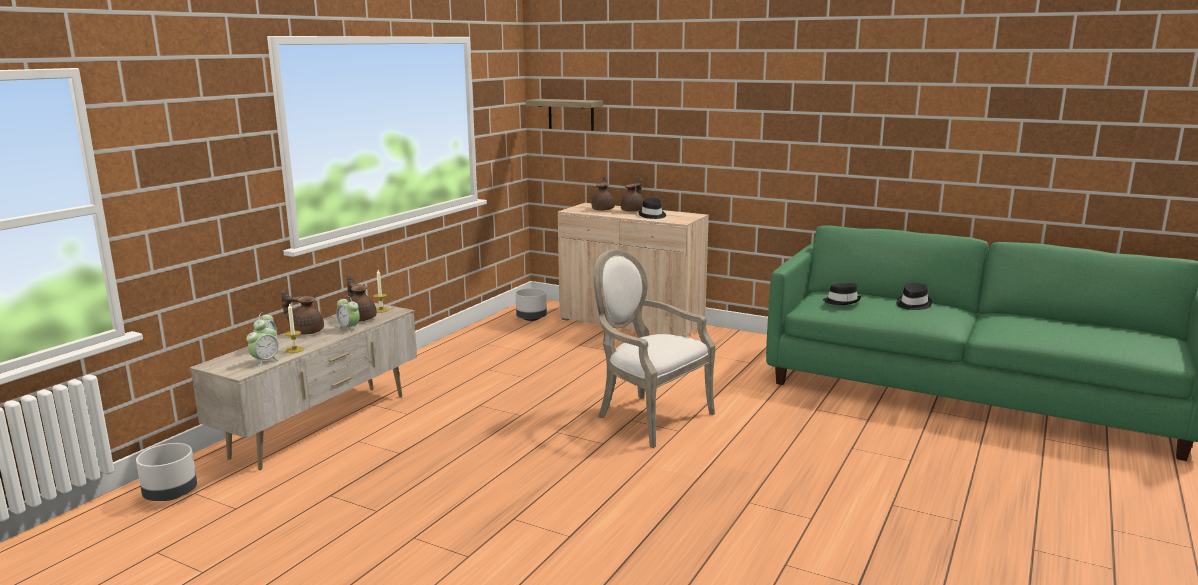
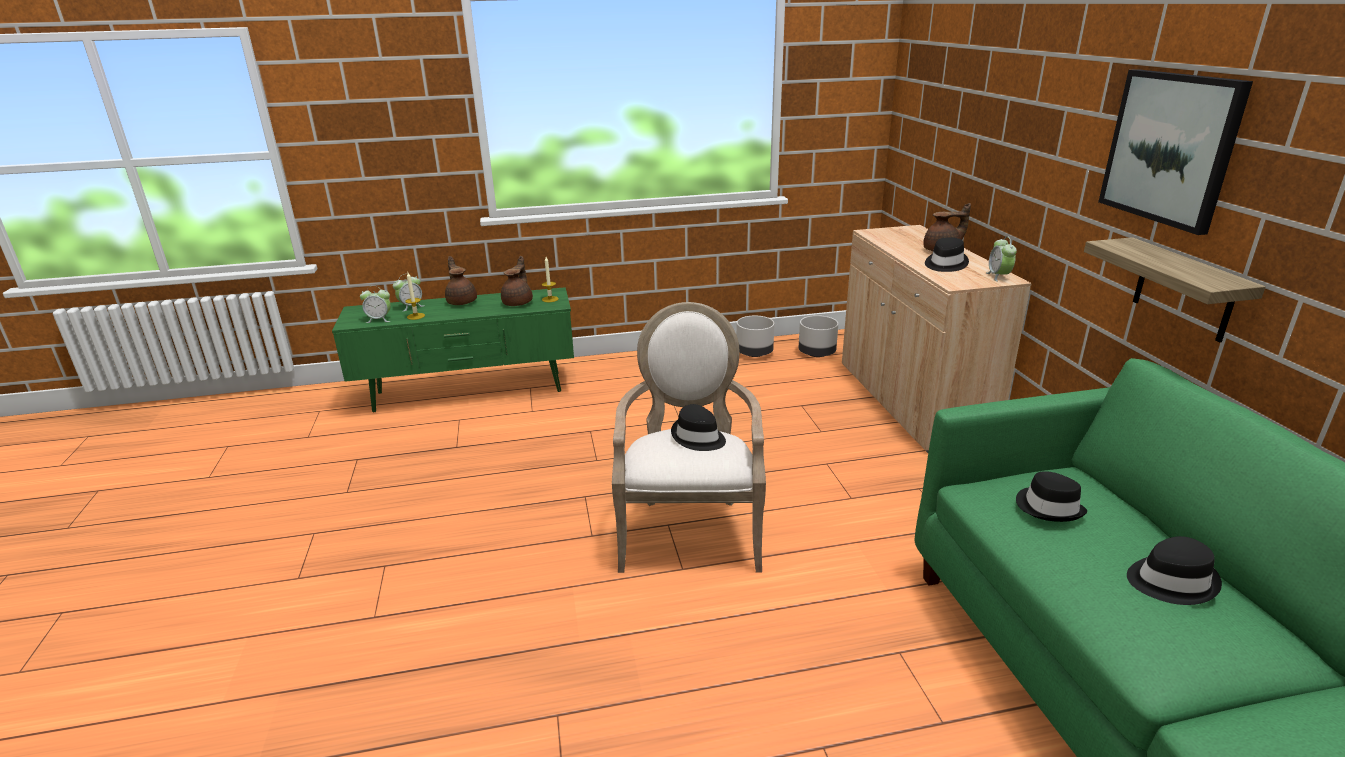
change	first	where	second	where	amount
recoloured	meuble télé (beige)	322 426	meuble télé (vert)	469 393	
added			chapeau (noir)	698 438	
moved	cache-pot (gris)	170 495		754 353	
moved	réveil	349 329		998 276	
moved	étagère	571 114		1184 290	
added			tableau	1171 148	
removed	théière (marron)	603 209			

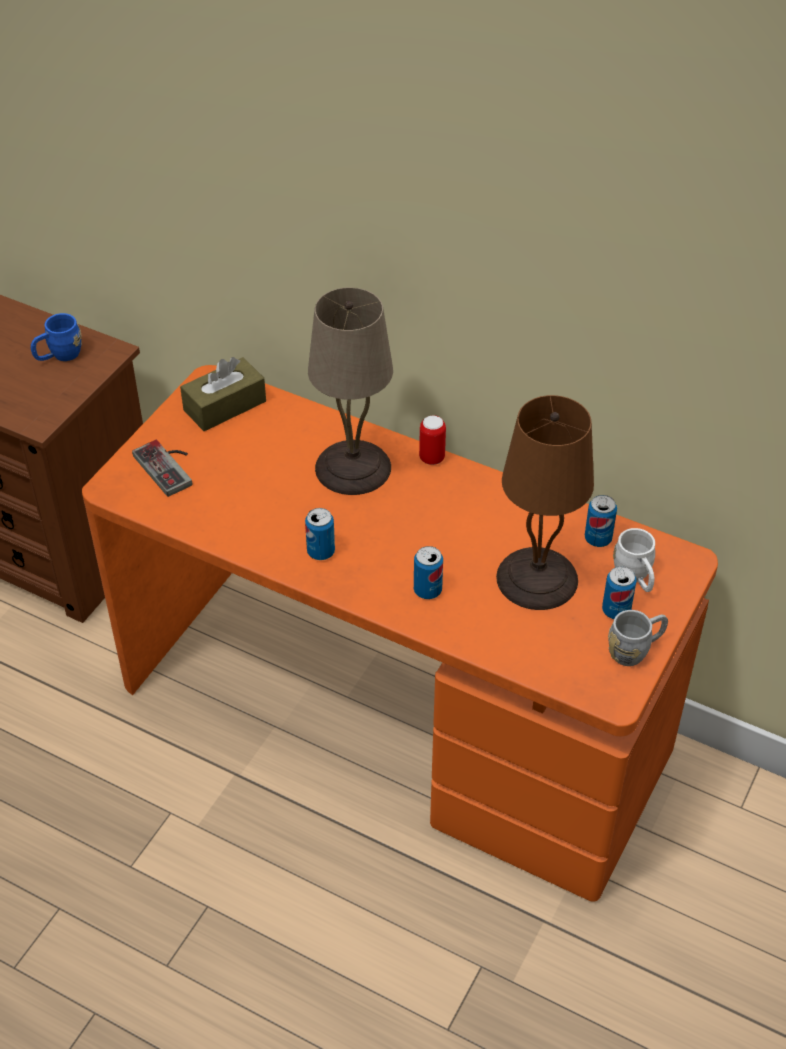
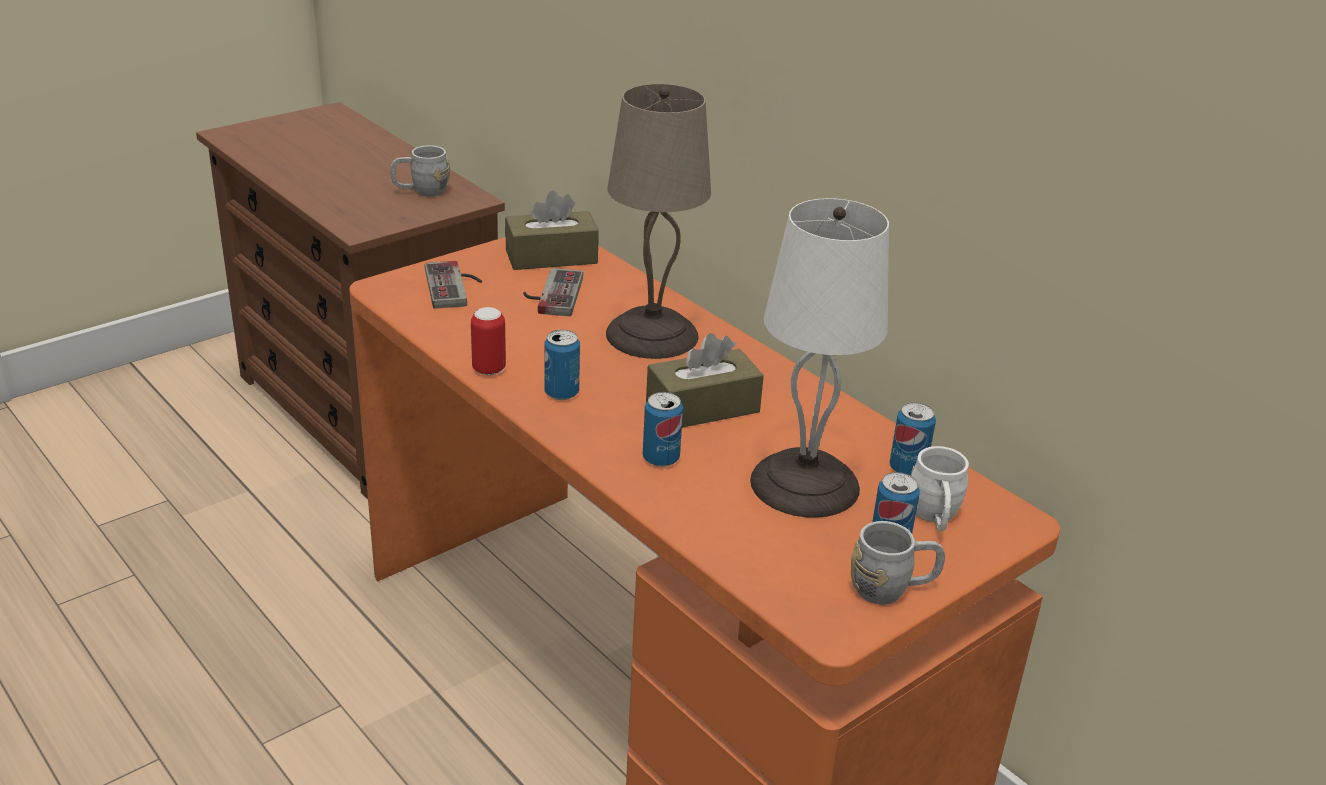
change	first	where	second	where	amount
recoloured	mug (bleu)	59 356	mug (gris)	421 191	
moved	boîte métallique	432 458		489 369	
added			manette	550 294	
added			boîte à mouchoirs (marron)	702 407	
recoloured	lampe de table (marron)	536 577	lampe de table (blanc)	804 482	

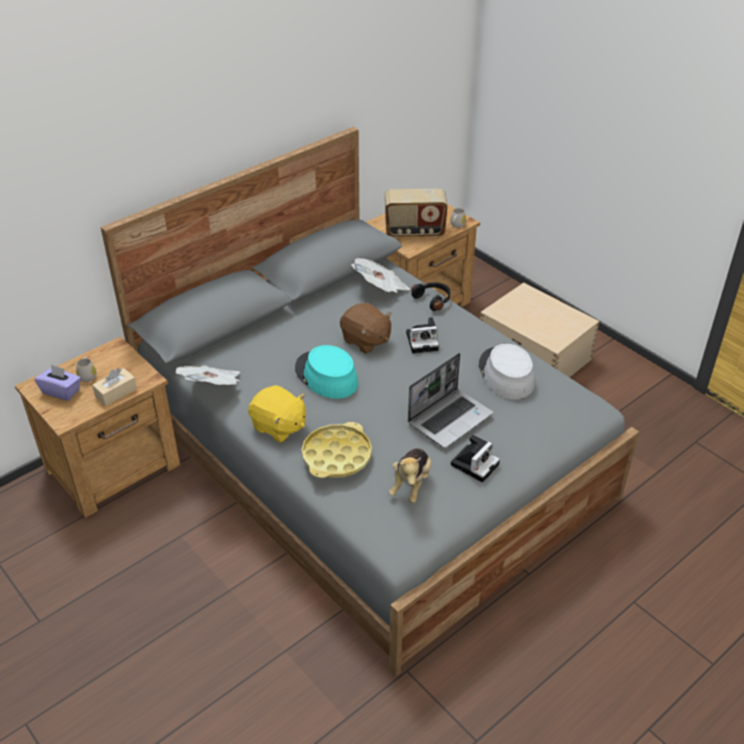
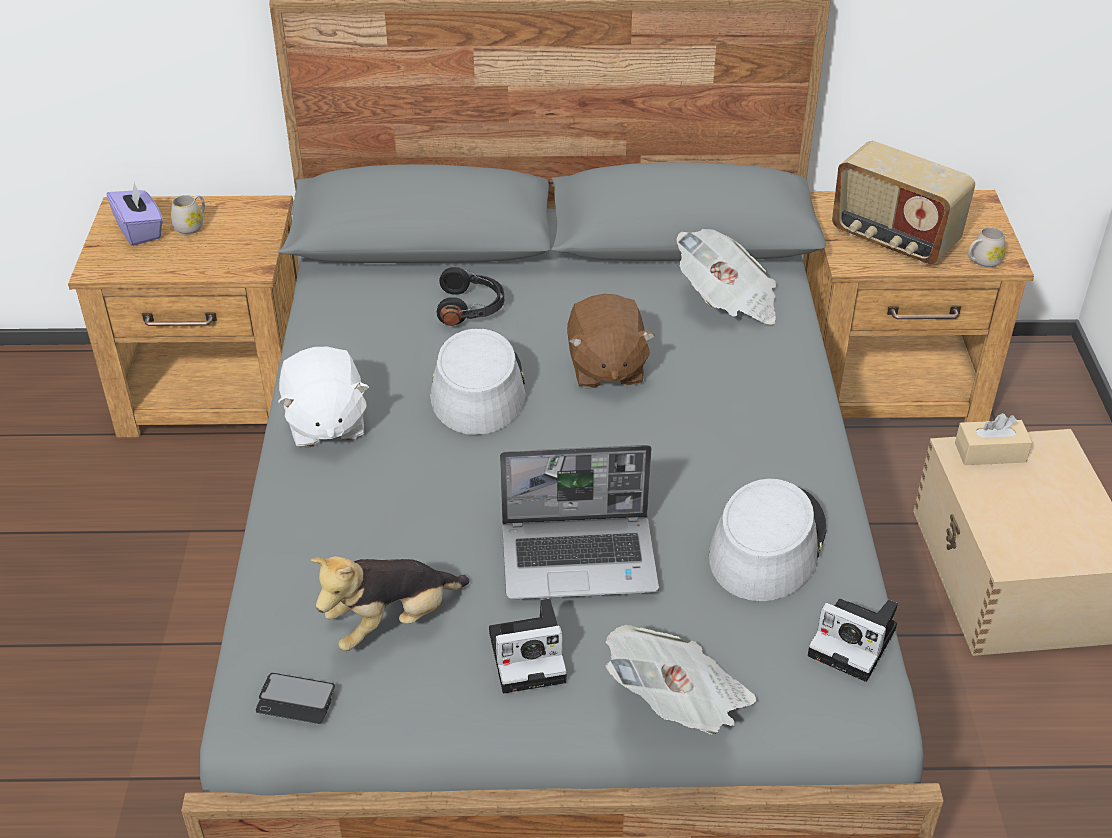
change	first	where	second	where	amount
added			téléphone	295 700	
recoloured	peluche (jaune)	279 427	peluche (blanc)	325 423	
recoloured	chapeau (turquoise)	326 376	chapeau (gris)	477 387	
moved	casque audio (noir)	433 300		471 308	
moved	journal	213 387		679 704	
moved	appareil photo	423 341		856 643	
moved	boîte à mouchoirs (beige)	116 392		990 452	
removed	plateau (jaune)	336 456			

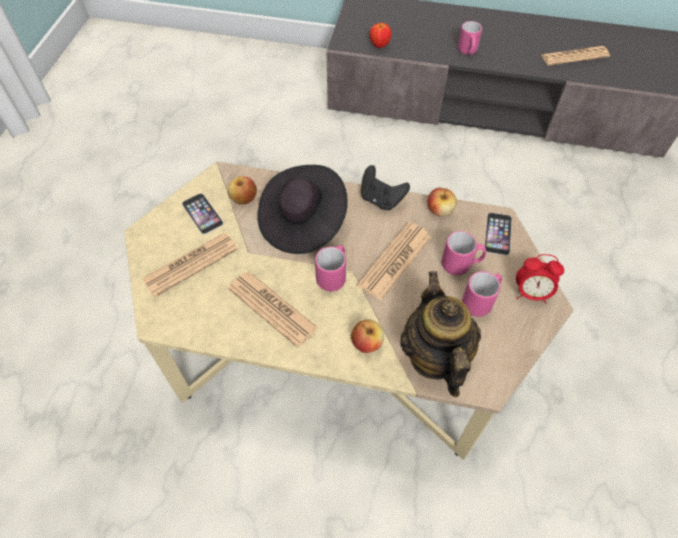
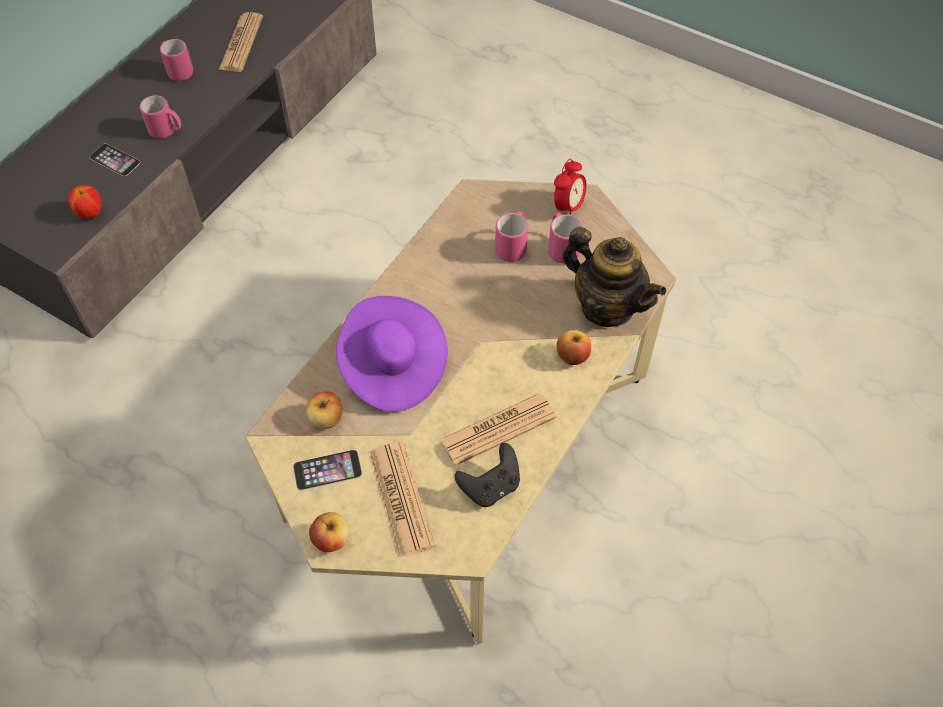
change	first	where	second	where	amount
moved	téléphone	498 233		114 160	
moved	mug (rose)	333 275		178 71	
moved	pomme	440 210		331 539	
recoloured	chapeau (noir)	302 222	chapeau (violet)	392 368	
moved	manette (noir)	381 199		490 486	
turned	théière	434 356		607 306	150 degrees counterclockwise
removed	journal	395 261			

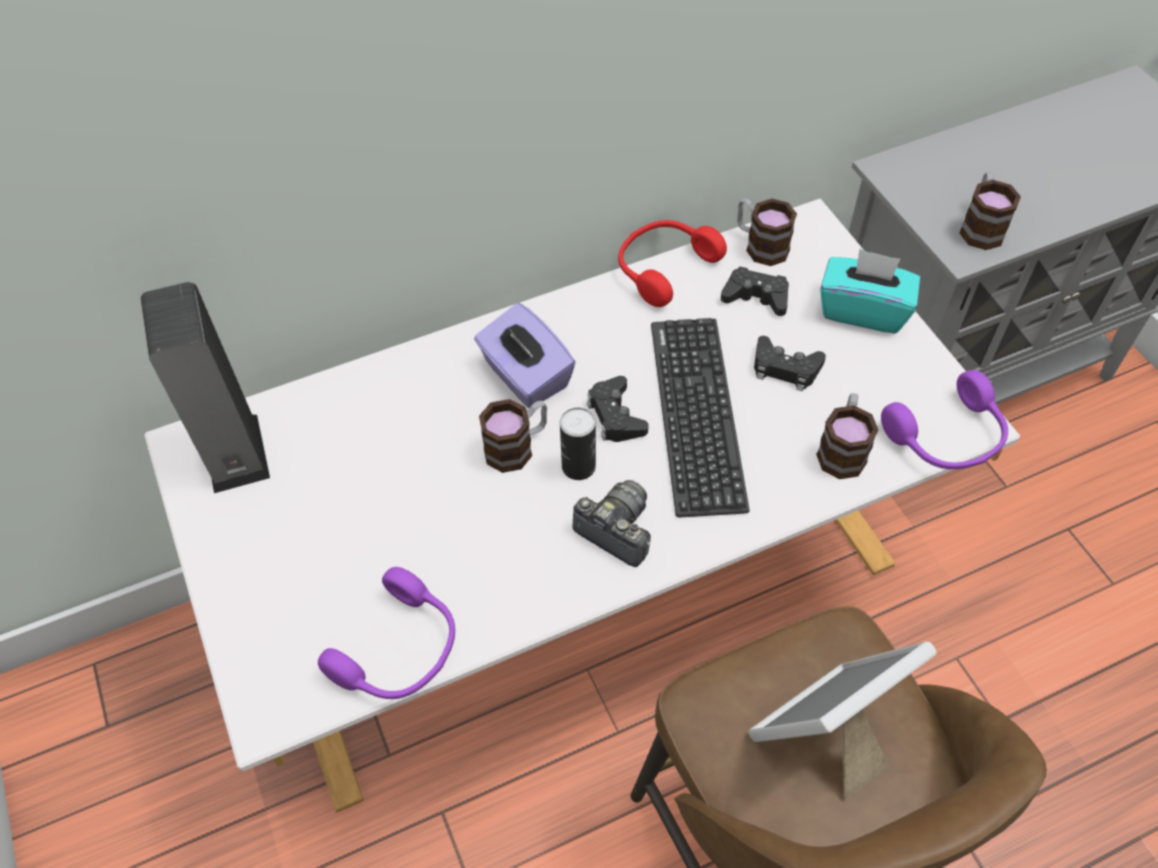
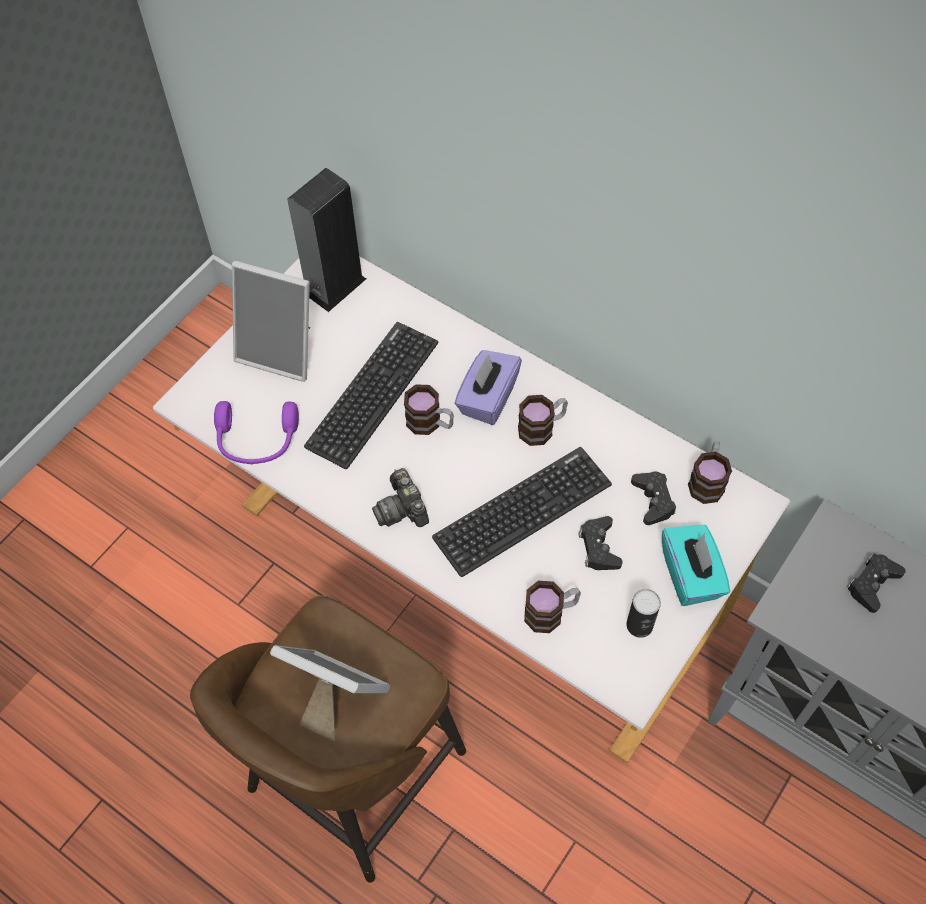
change	first	where	second	where	amount
added			cadre photo	281 350	
added			clavier	373 394	
turned	appareil photo	616 530		402 509	150 degrees clockwise
moved	mug	980 226		542 427	
moved	boîte métallique	578 466		639 625	
moved	manette (noir)	615 416		872 584	
removed	casque audio (rouge)	663 268			
removed	casque audio (violet)	947 438			

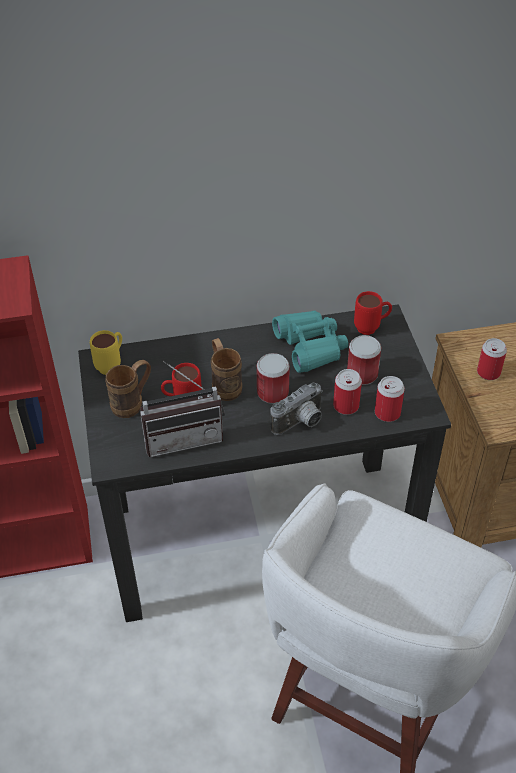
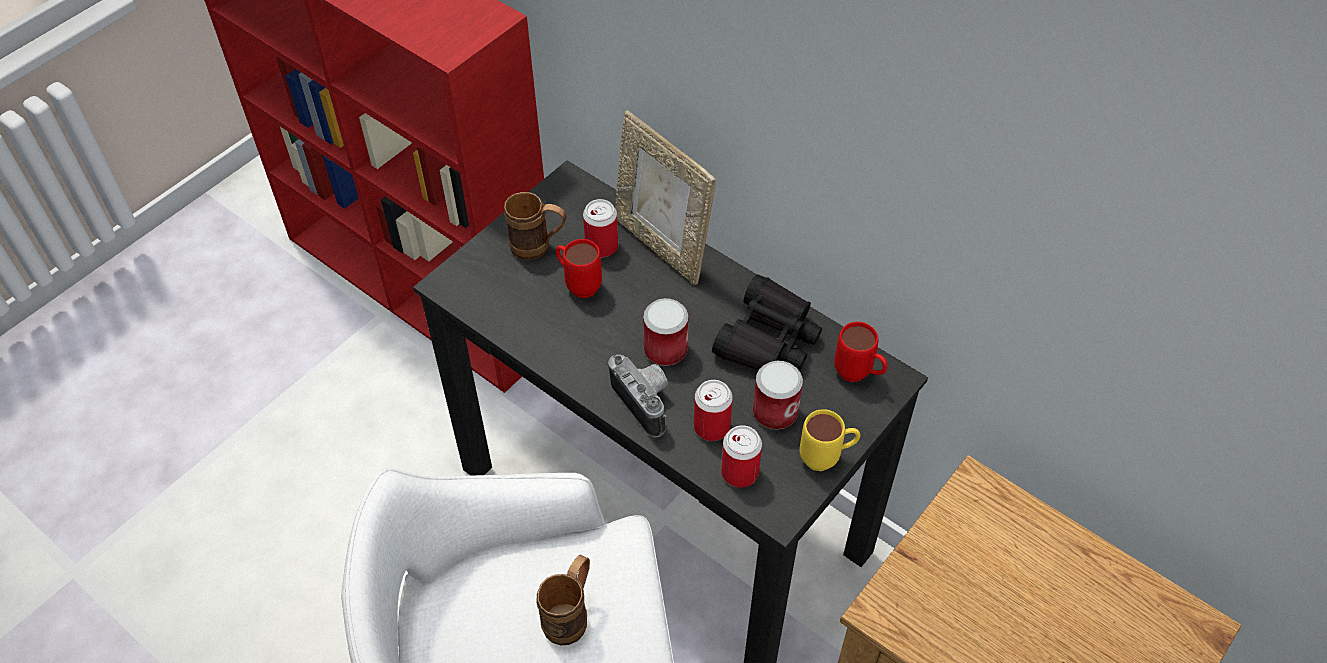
change	first	where	second	where	amount
moved	mug (marron)	224 384		571 614	
moved	boîte métallique	488 372		601 246	
turned	appareil photo	300 423		646 402	135 degrees counterclockwise
added			cadre photo	661 246	
recoloured	jumelles (turquoise)	310 347	jumelles (noir)	768 338	
moved	mug (jaune)	112 365		827 458	
removed	radio	183 436			

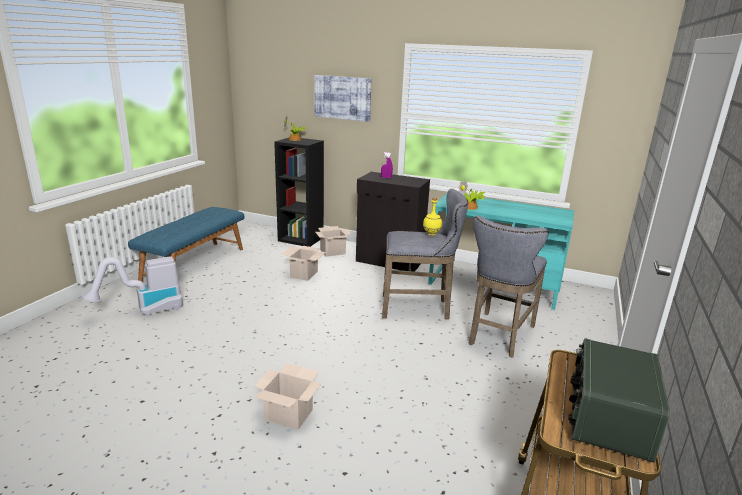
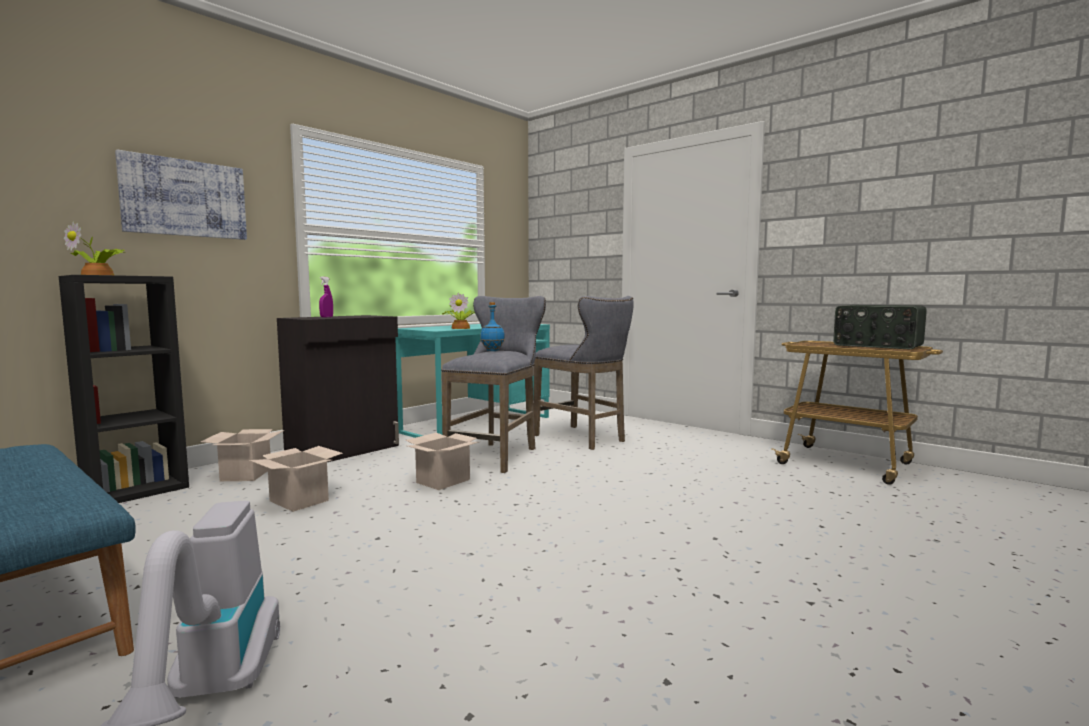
change	first	where	second	where	amount
moved	carton	290 414		443 480	
recoloured	bouteille (jaune)	431 234	bouteille (bleu)	492 351	

